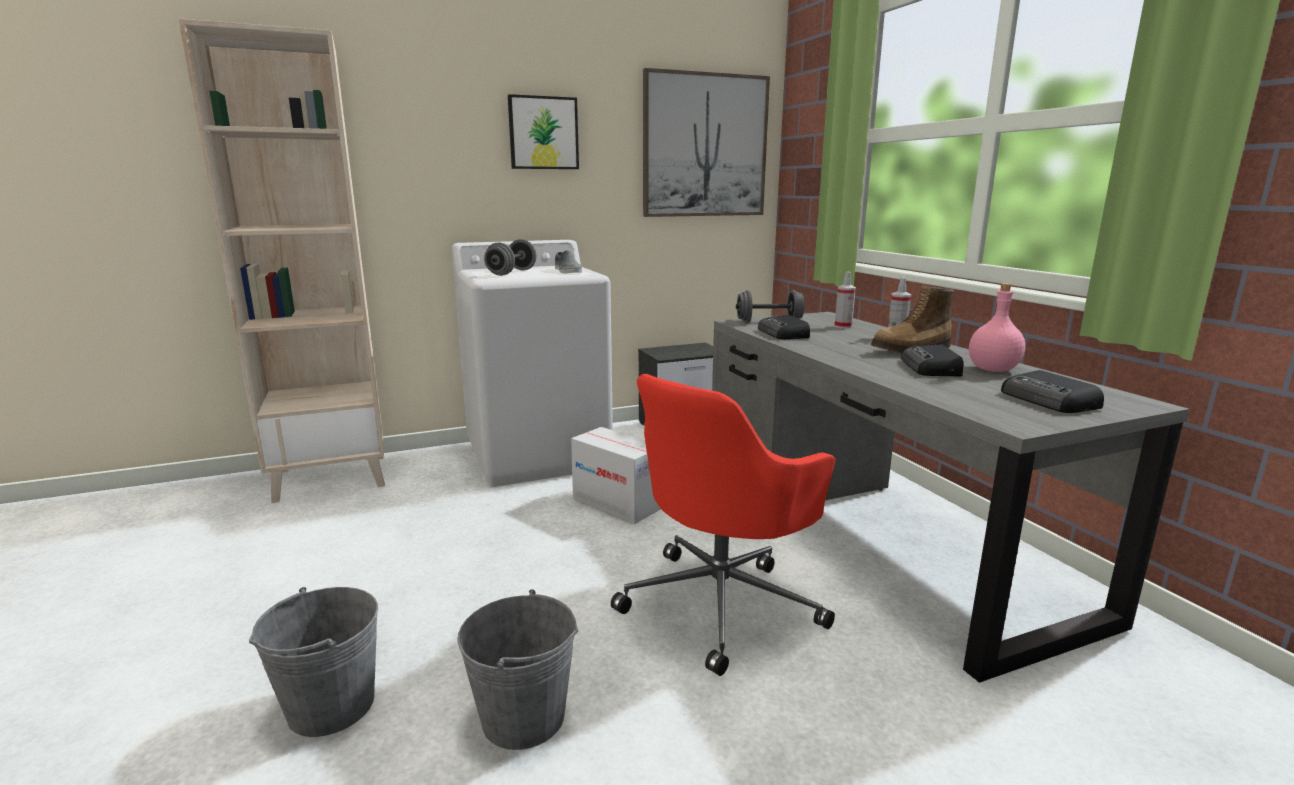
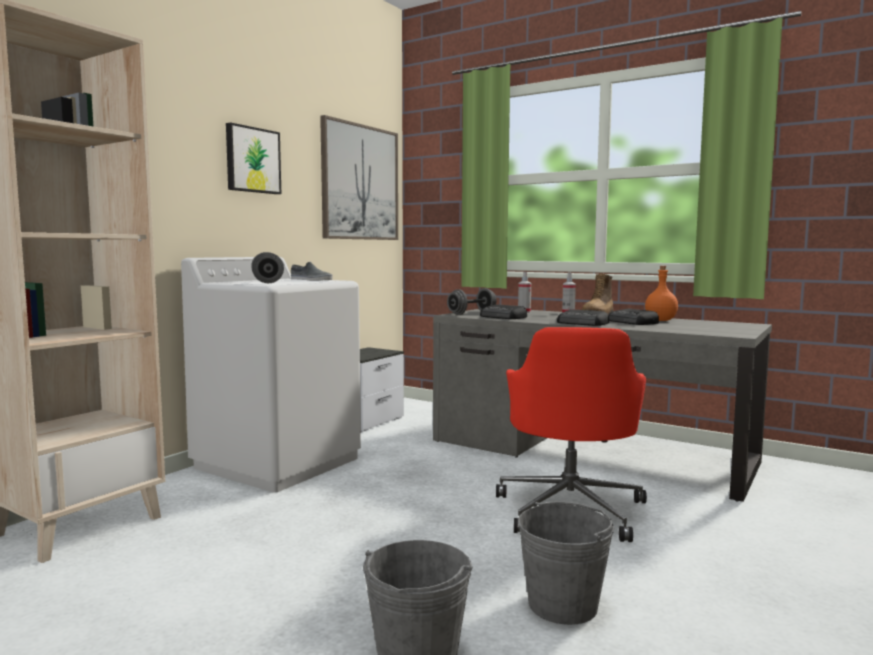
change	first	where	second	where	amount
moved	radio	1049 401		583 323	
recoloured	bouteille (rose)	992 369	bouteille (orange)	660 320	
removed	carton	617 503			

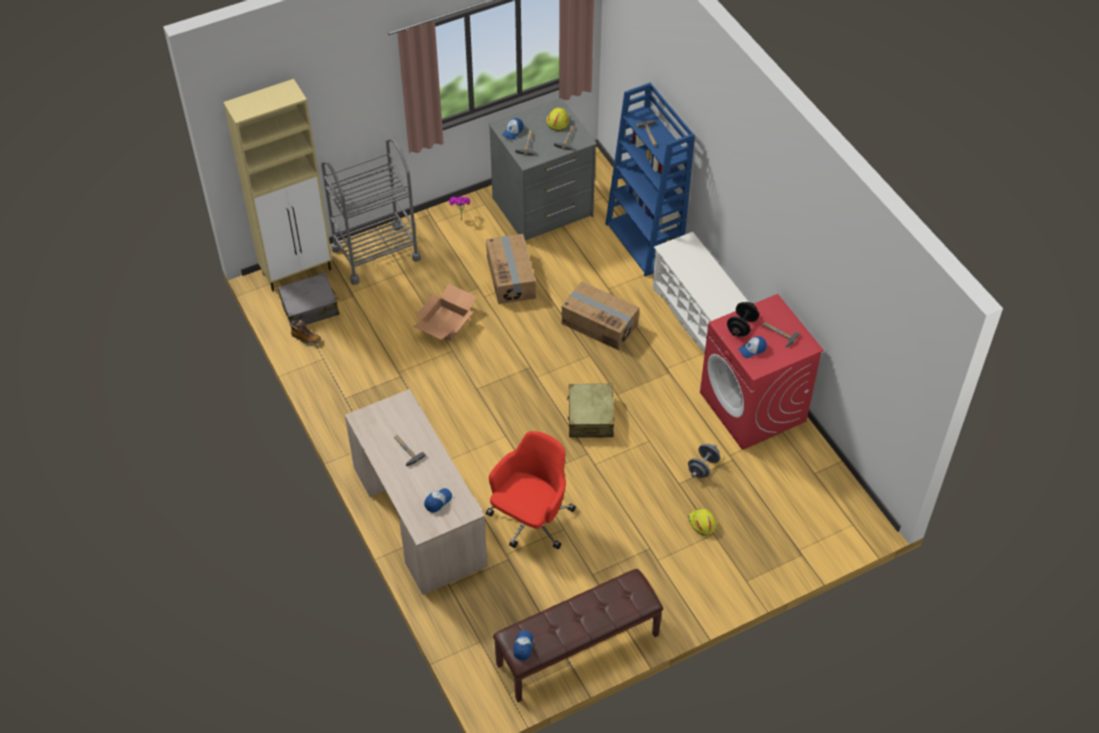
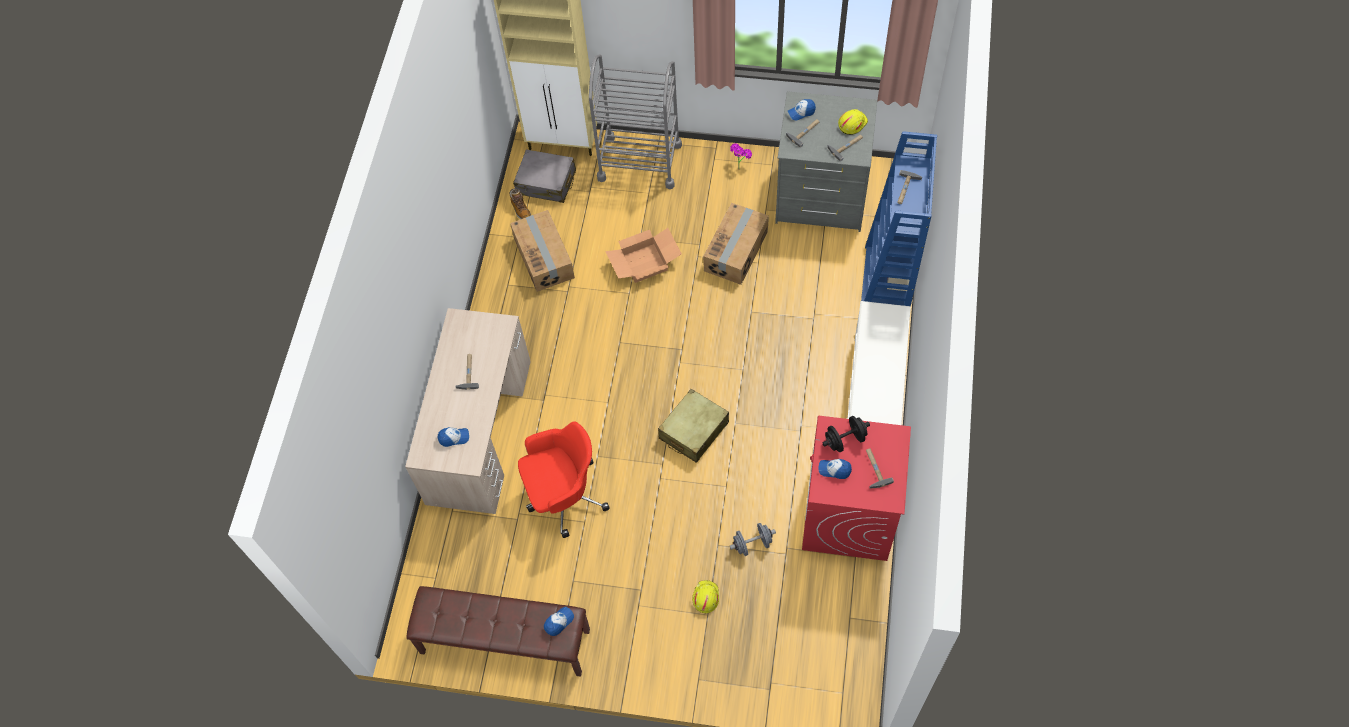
change	first	where	second	where	amount
moved	carton	599 324		544 258	
moved	casquette	523 647		558 622	

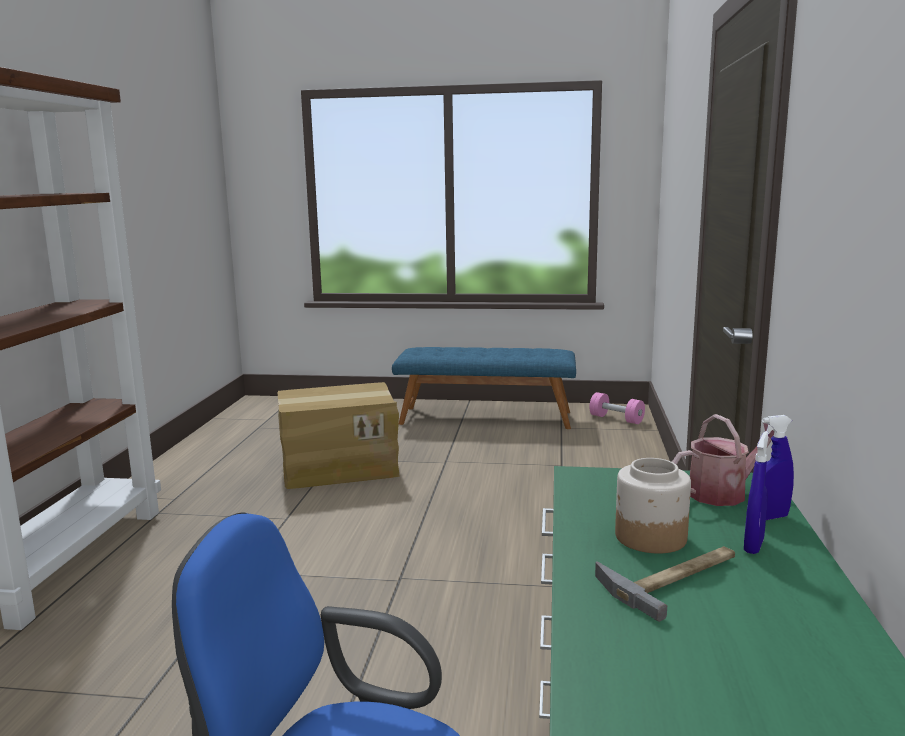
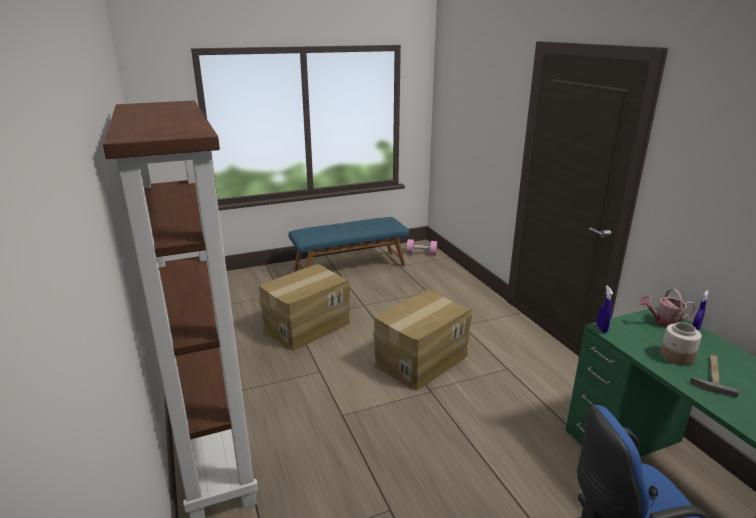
change	first	where	second	where	amount
added			carton	420 360	
moved	vaporisateur (bleu)	753 545		601 328	
turned	arrosoir	723 493		663 322	135 degrees counterclockwise

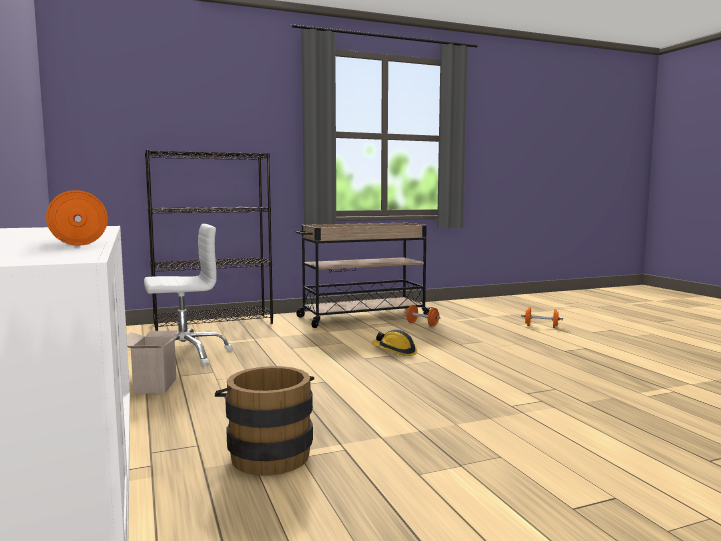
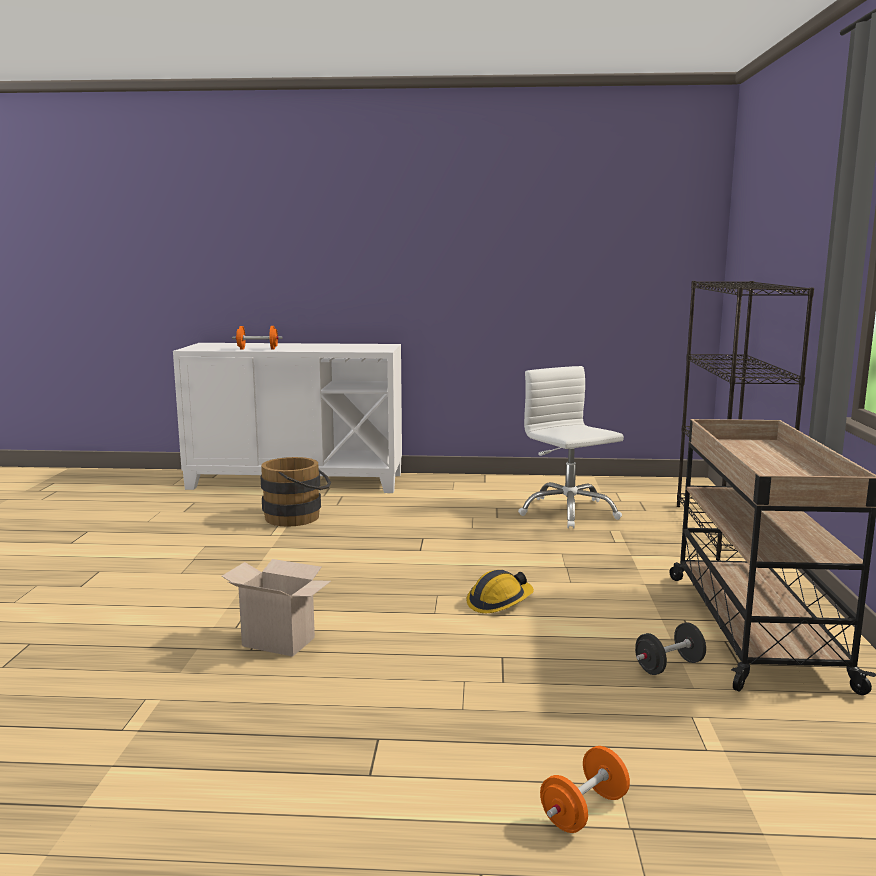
change	first	where	second	where	amount
moved	carton	154 385		281 641	
turned	chaise de bureau (blanc)	184 355		568 512	150 degrees clockwise
recoloured	haltère (orange)	422 324	haltère (noir)	669 666	

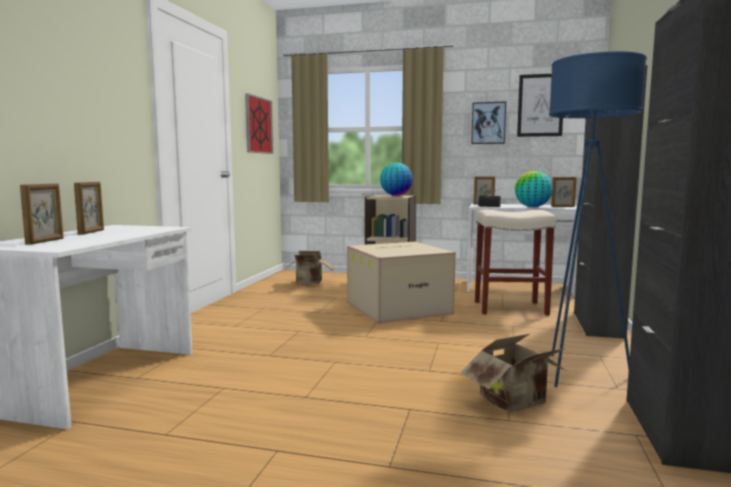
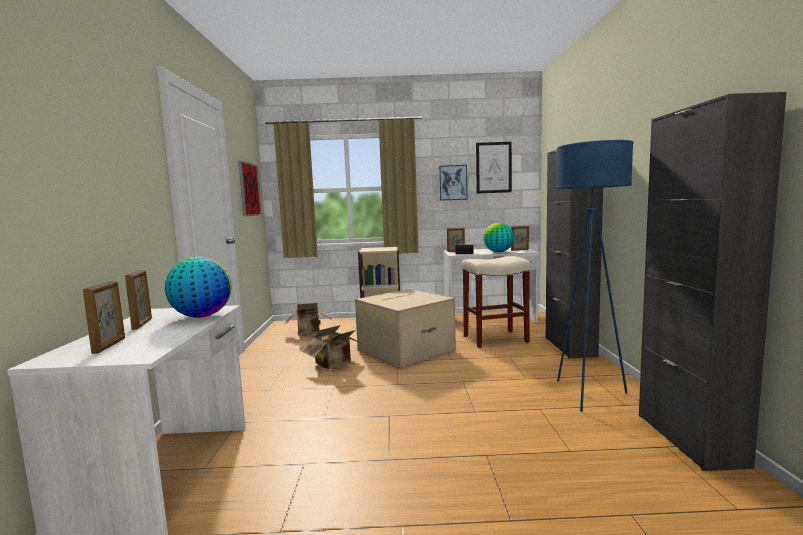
change	first	where	second	where	amount
moved	globe	396 195		202 316	
moved	carton	517 402		335 364	

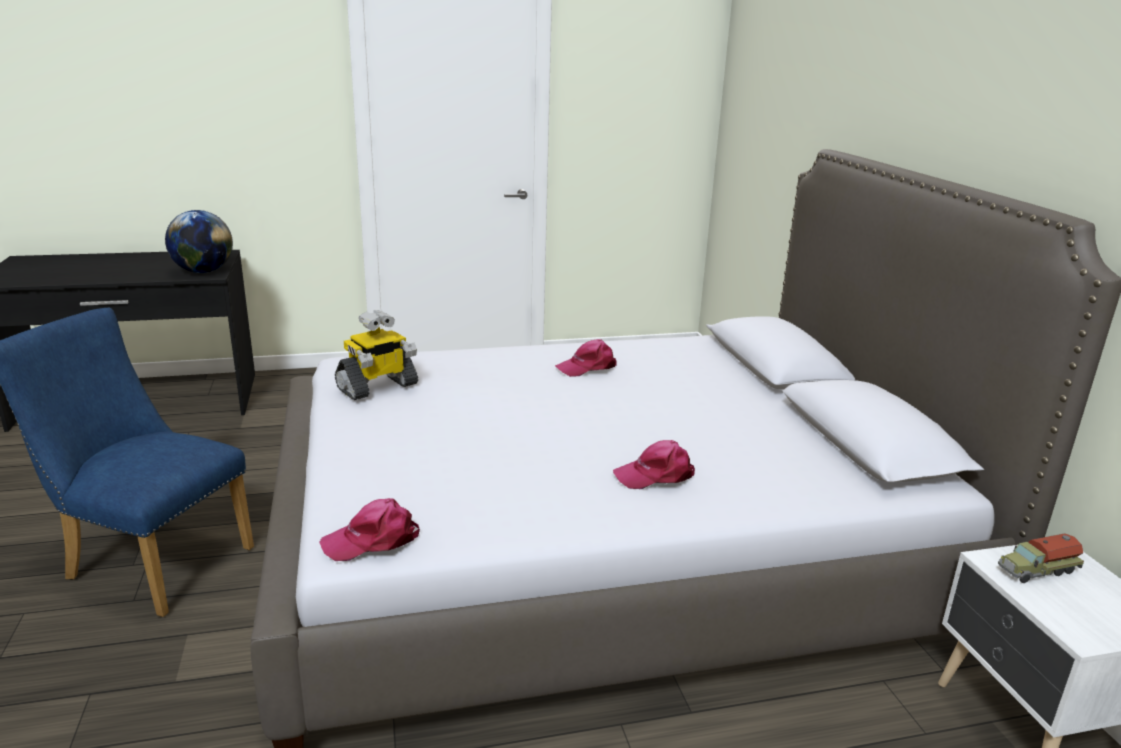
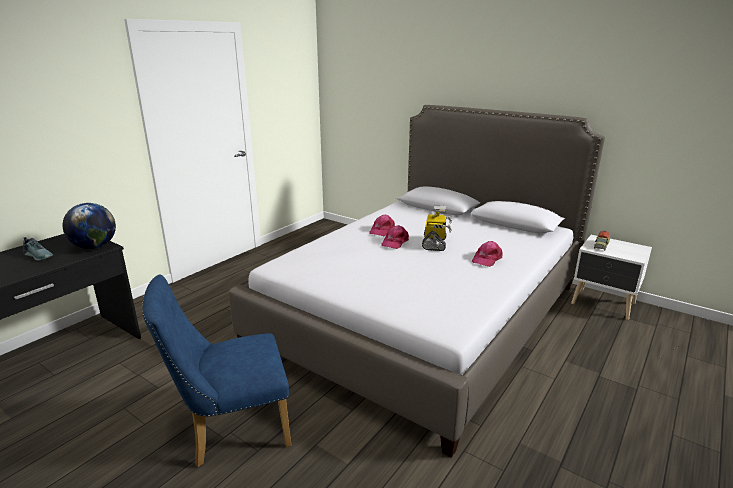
change	first	where	second	where	amount
added			chaussure	39 255	
moved	casquette (rose)	372 540		395 242	
moved	robot jouet	377 387		435 243	

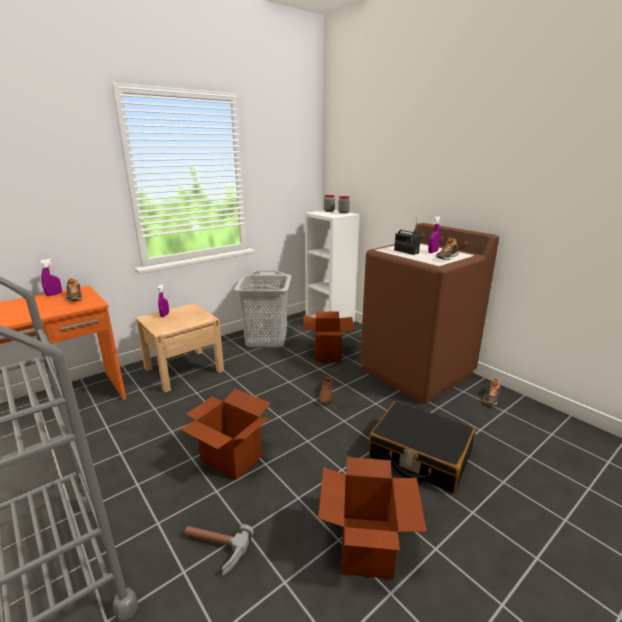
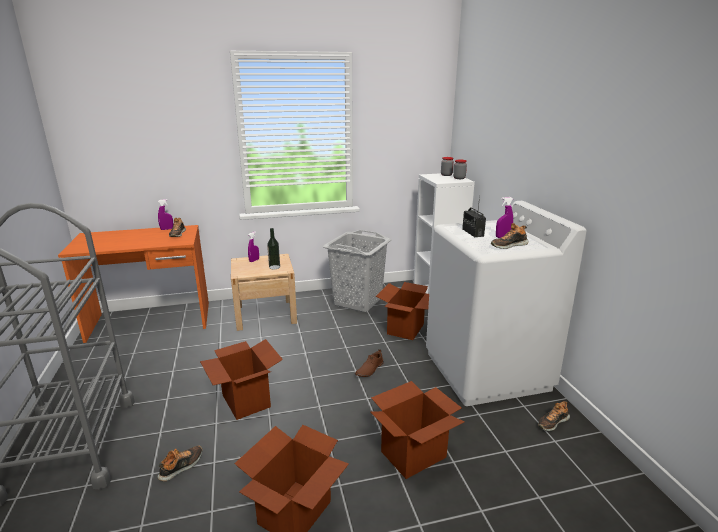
change	first	where	second	where	amount
replaced	marteau	213 550	chaussure	181 466	
added			bouteille	274 267	
replaced	valise (noir)	419 455	carton	413 454	
recoloured	lave-linge (marron)	417 372	lave-linge (blanc)	487 371	

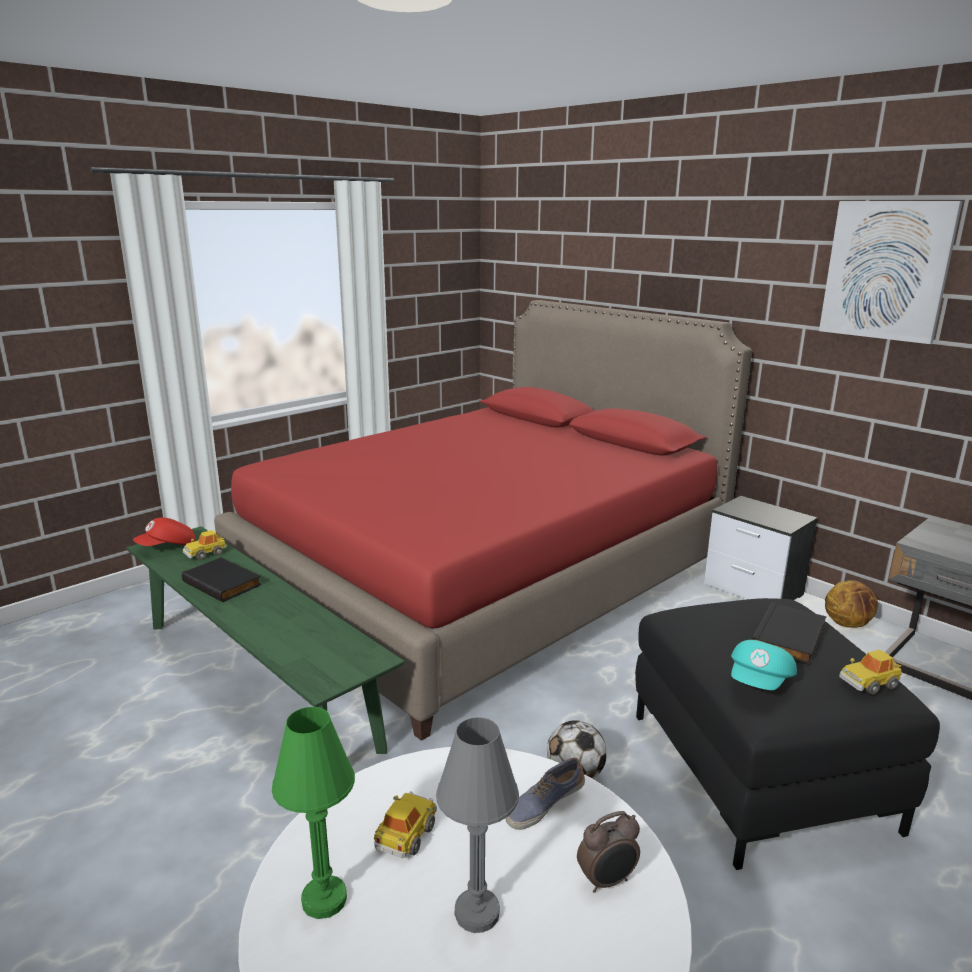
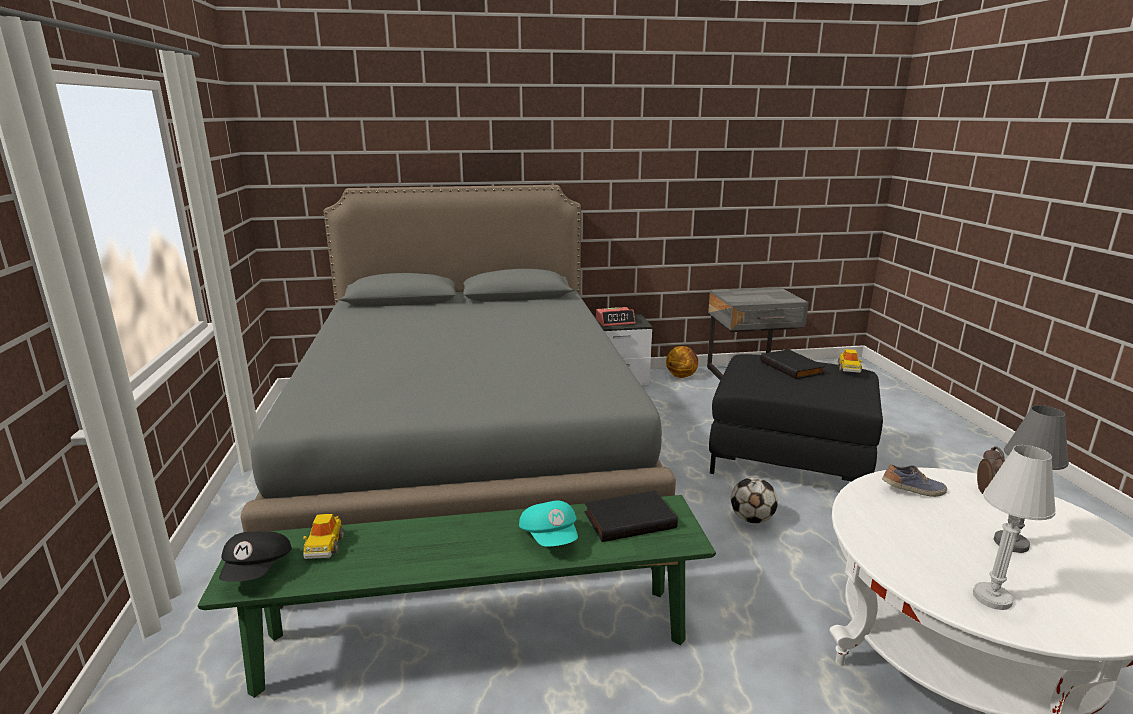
change	first	where	second	where	amount
recoloured	casquette (rouge)	167 547	casquette (noir)	258 570	
recoloured	lit (rouge)	485 580	lit (gris)	468 457	
moved	casquette (turquoise)	760 682		550 538	
moved	livre (noir)	224 583		629 519	
added			réveil	615 322	
turned	chaussure	544 805		913 491	90 degrees counterclockwise
recoloured	lampe de table (vert)	324 899	lampe de table (blanc)	992 598	
removed	petite voiture	406 834			
removed	tableau	886 270			

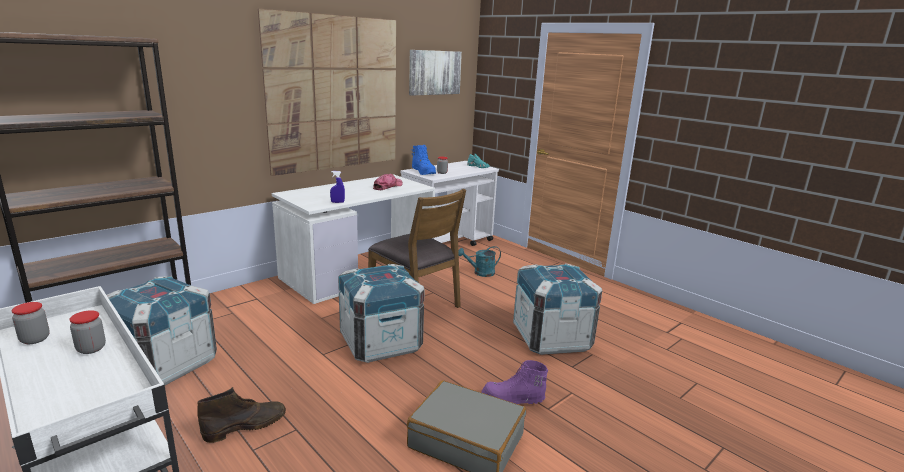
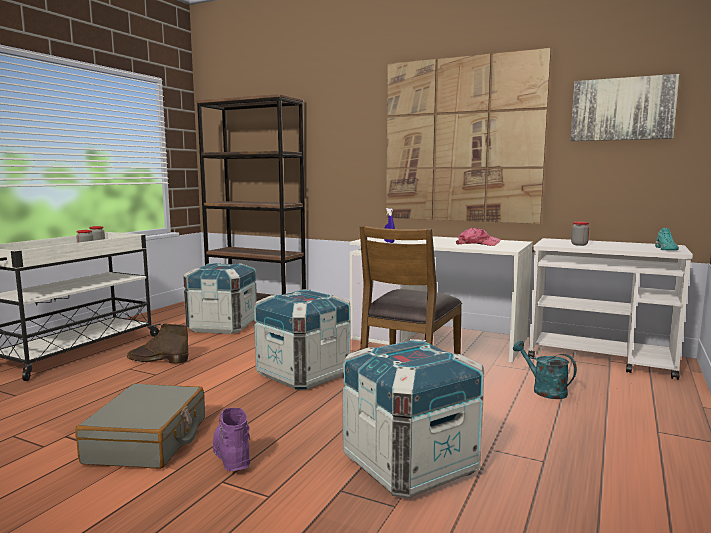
change	first	where	second	where	amount
turned	botte (marron)	246 425		157 360	150 degrees clockwise
removed	botte (bleu)	424 172			

